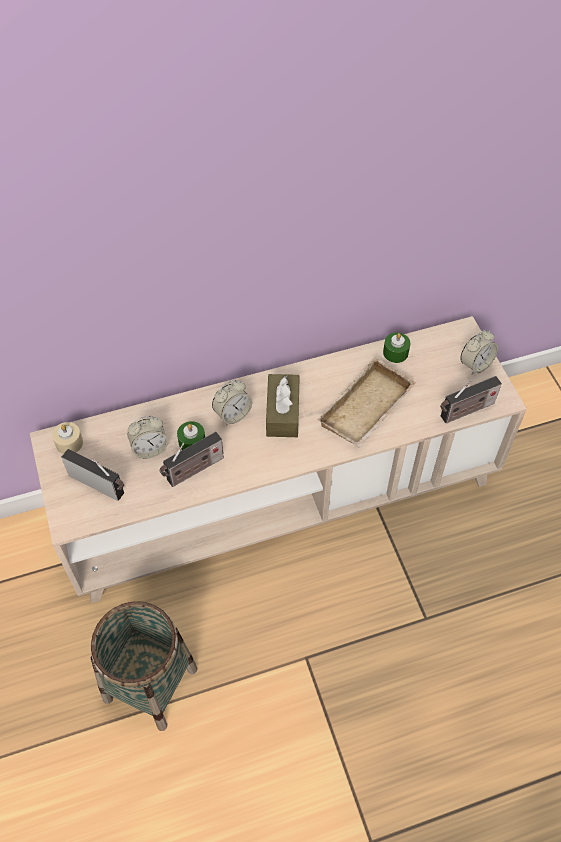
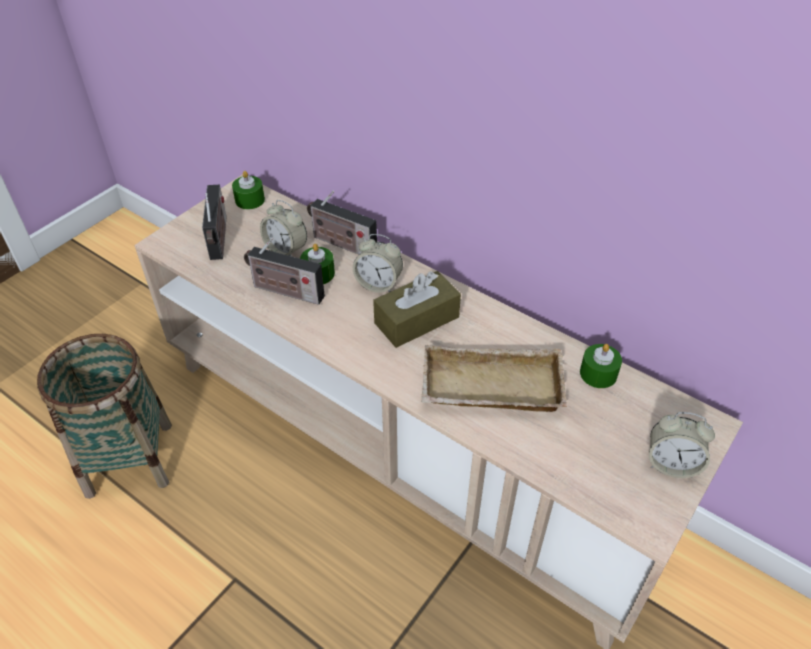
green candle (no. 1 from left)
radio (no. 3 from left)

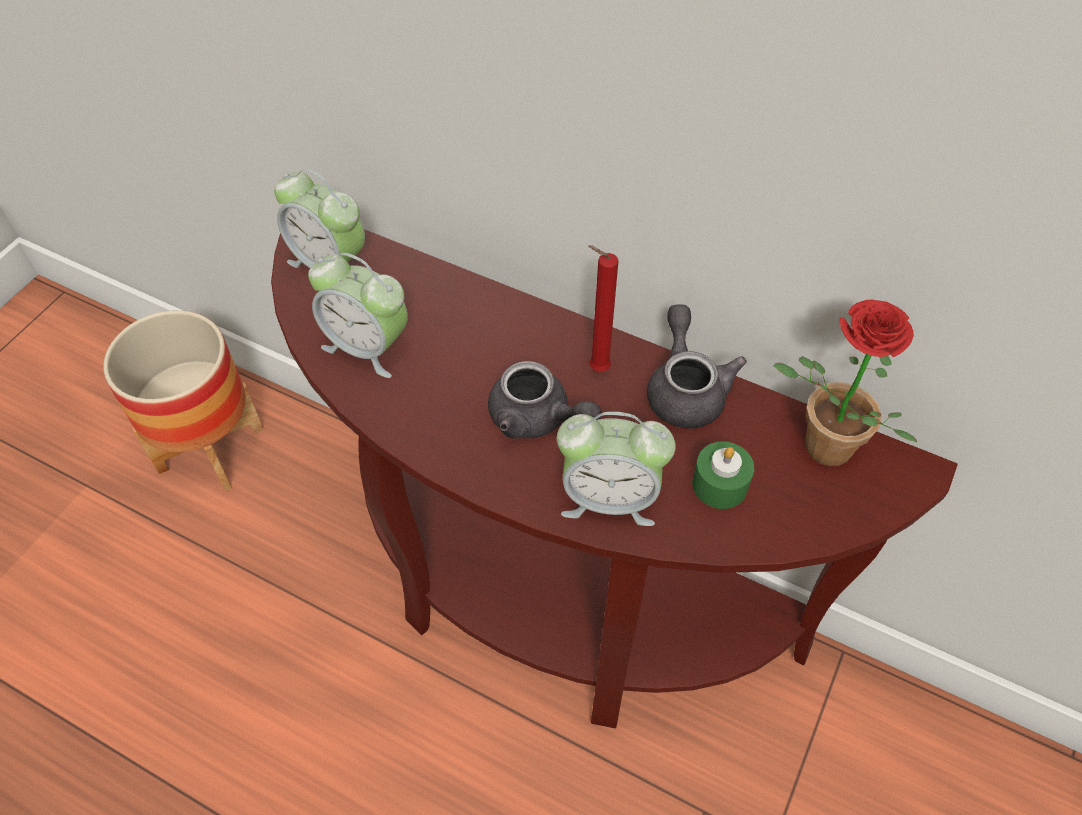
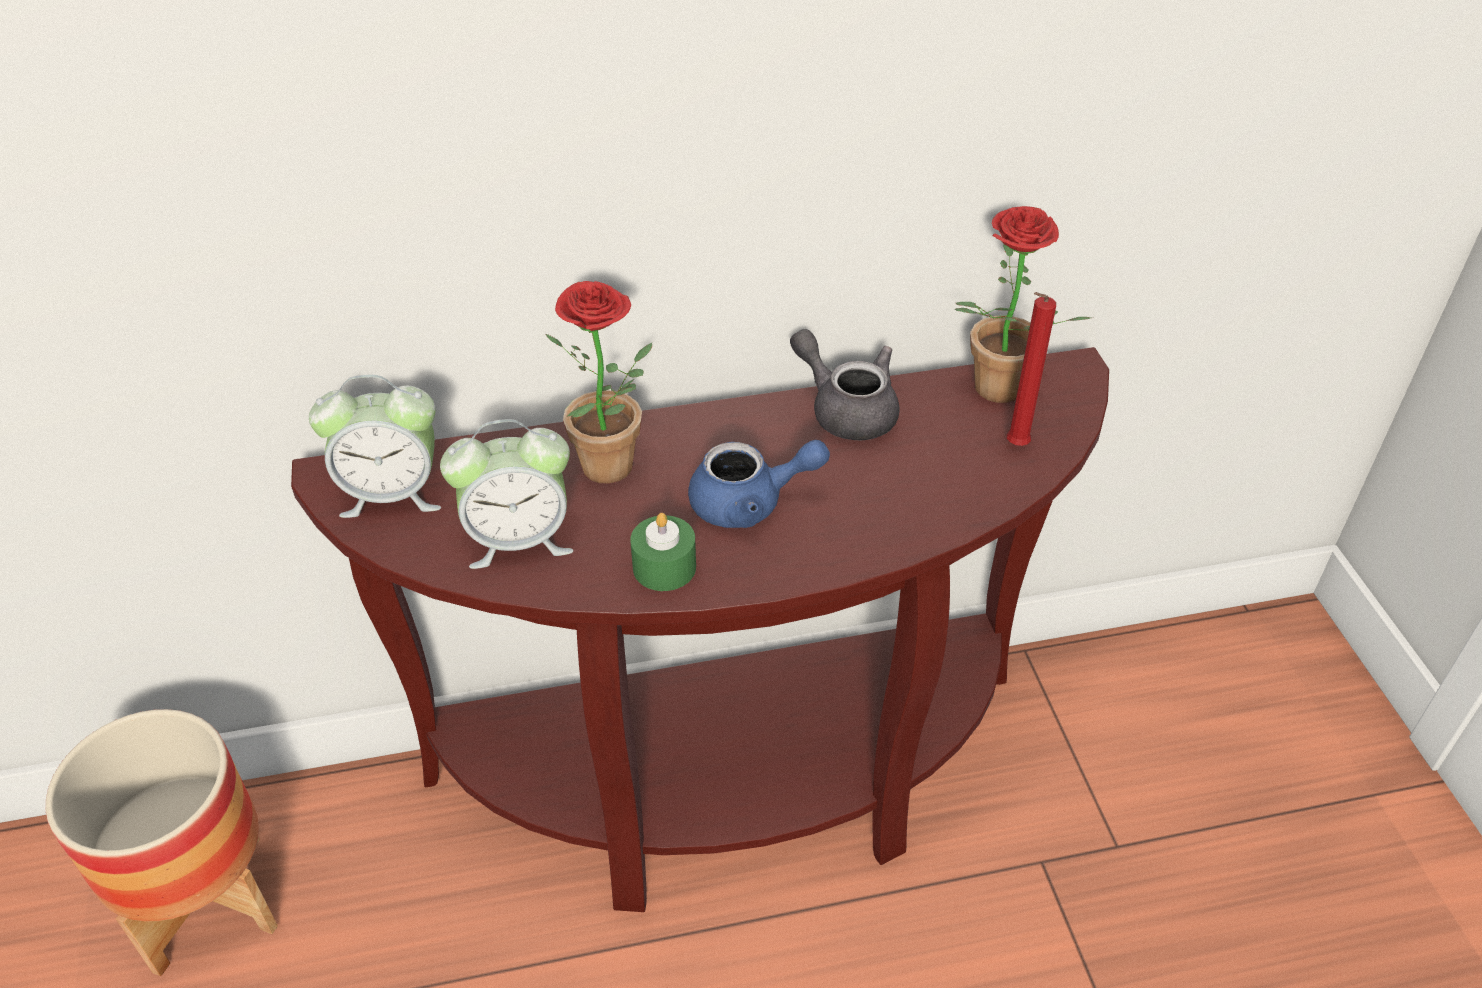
potted plant (no. 1 from left)
green candle
blue teapot
red candle
alarm clock (no. 3 from left in the first image)

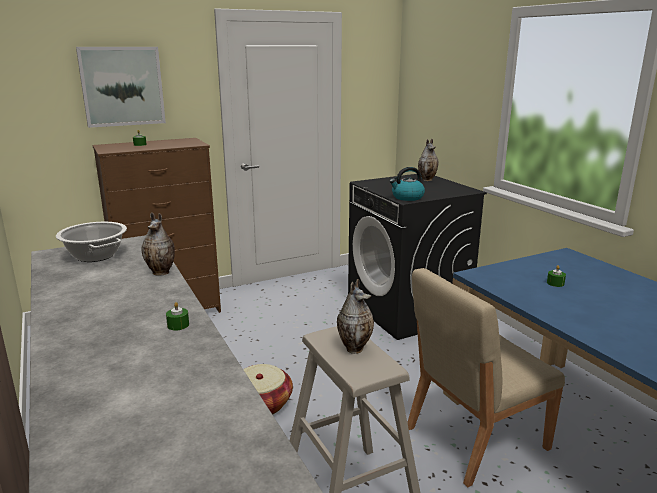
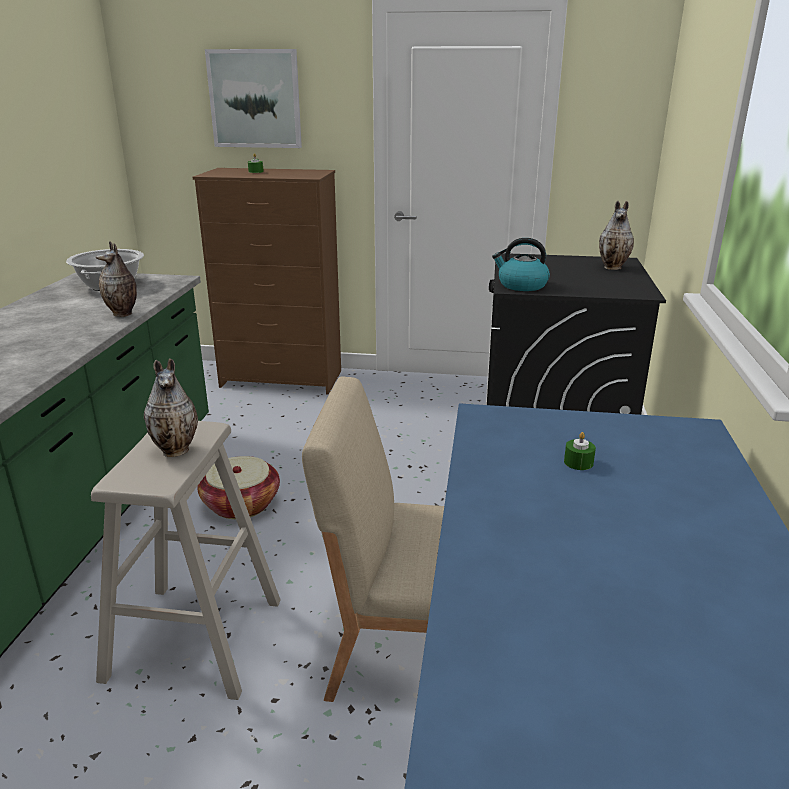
green candle (no. 2 from left in the first image)

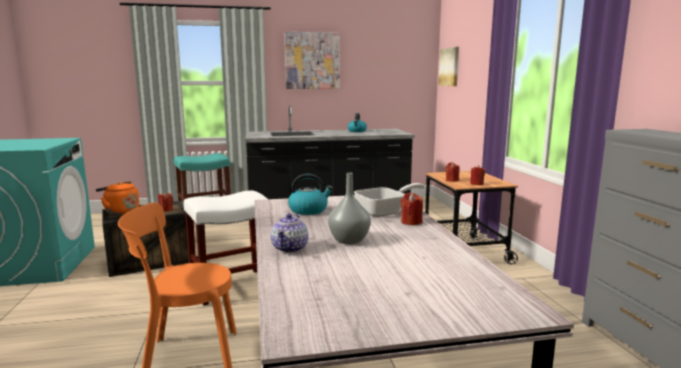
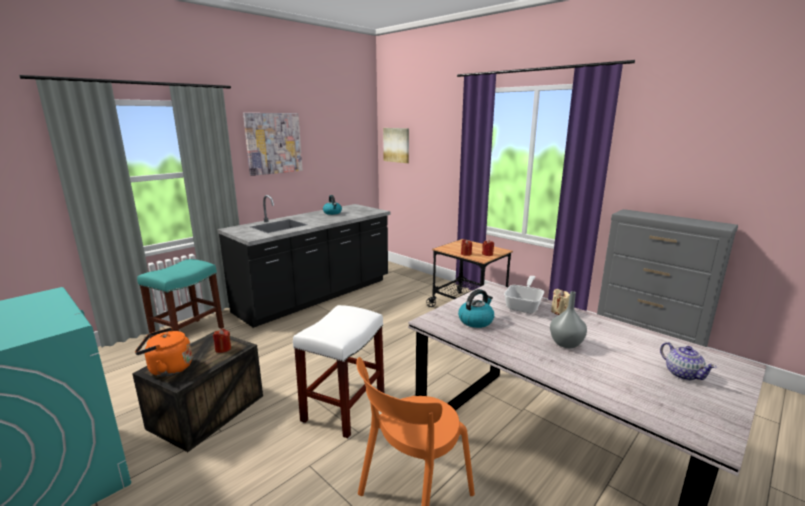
beige candle
teapot

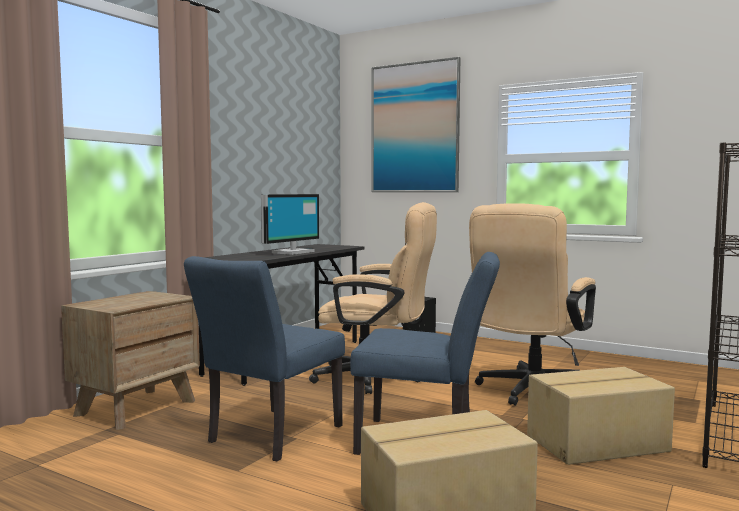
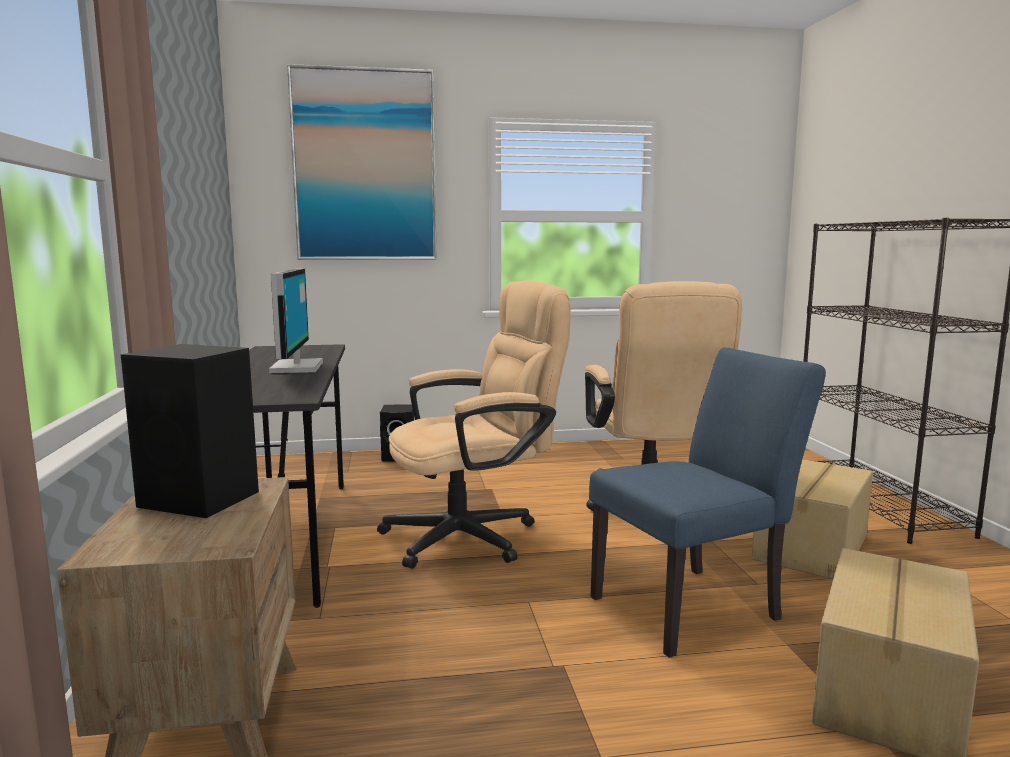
black speaker (no. 1 from left)
blue chair (no. 1 from left in the first image)

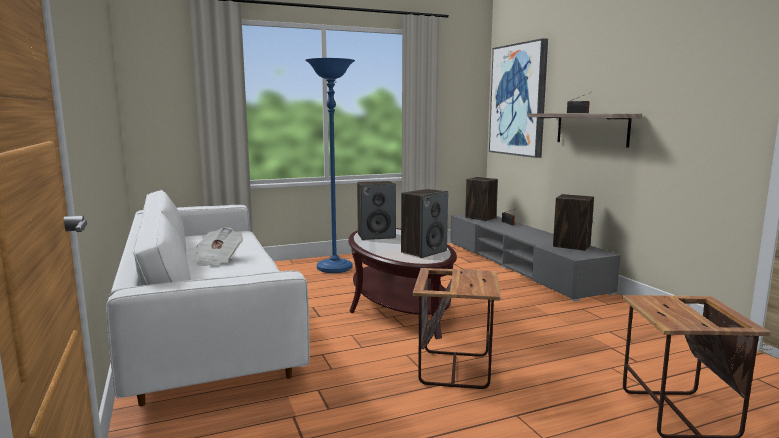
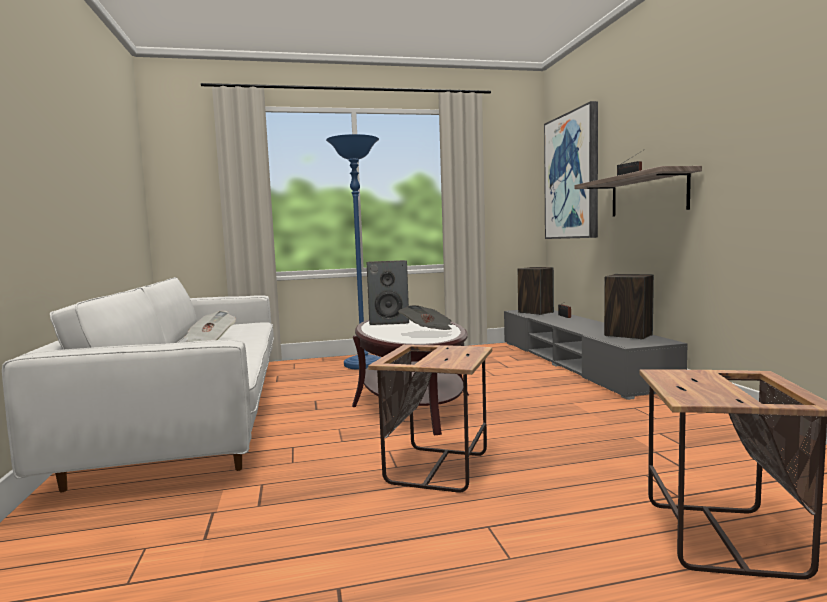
newspaper (no. 2 from left)

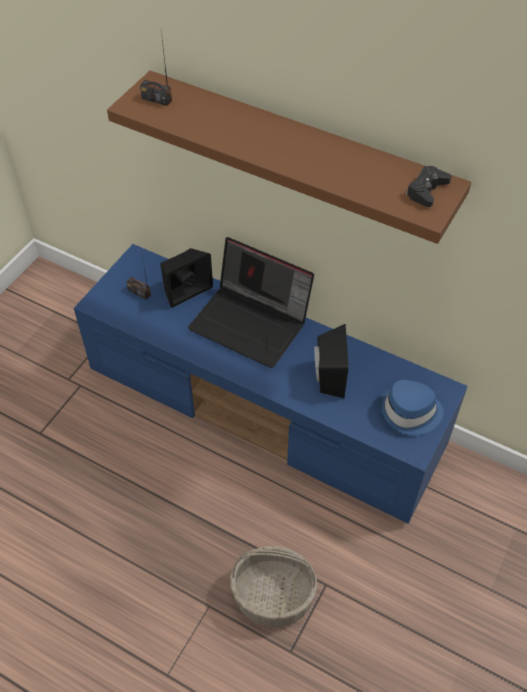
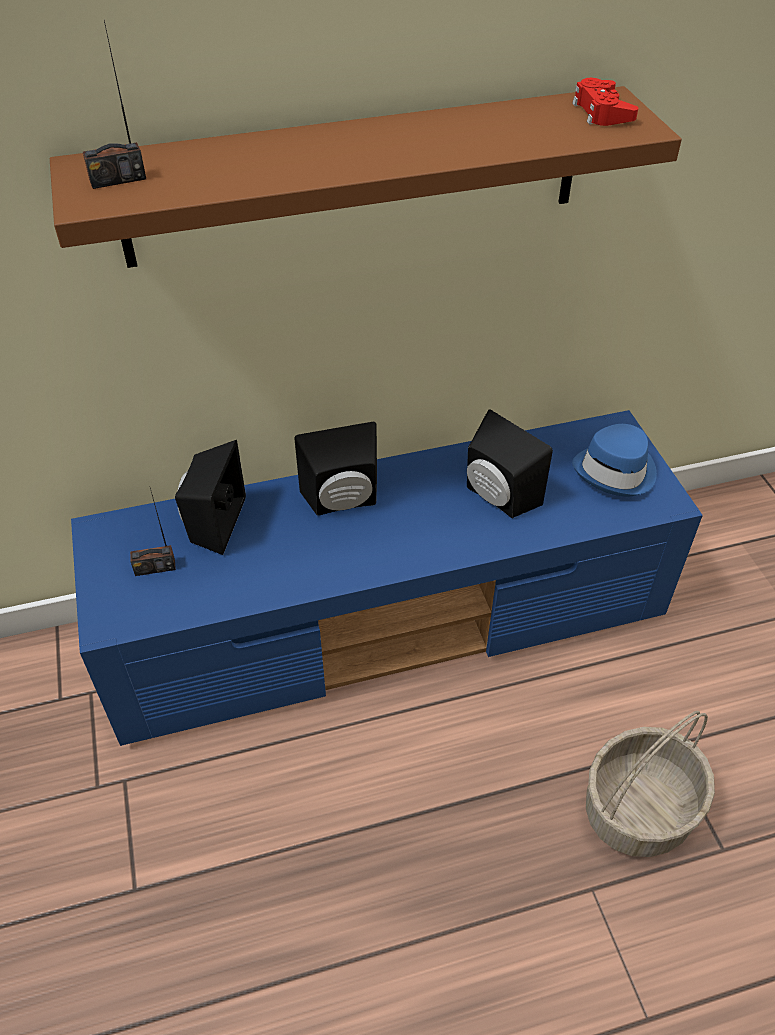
black speaker (no. 2 from left)
red game controller

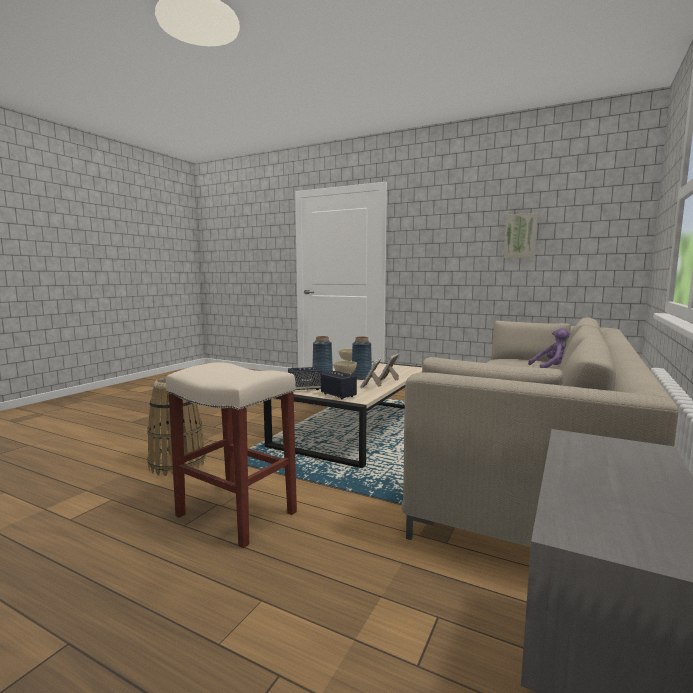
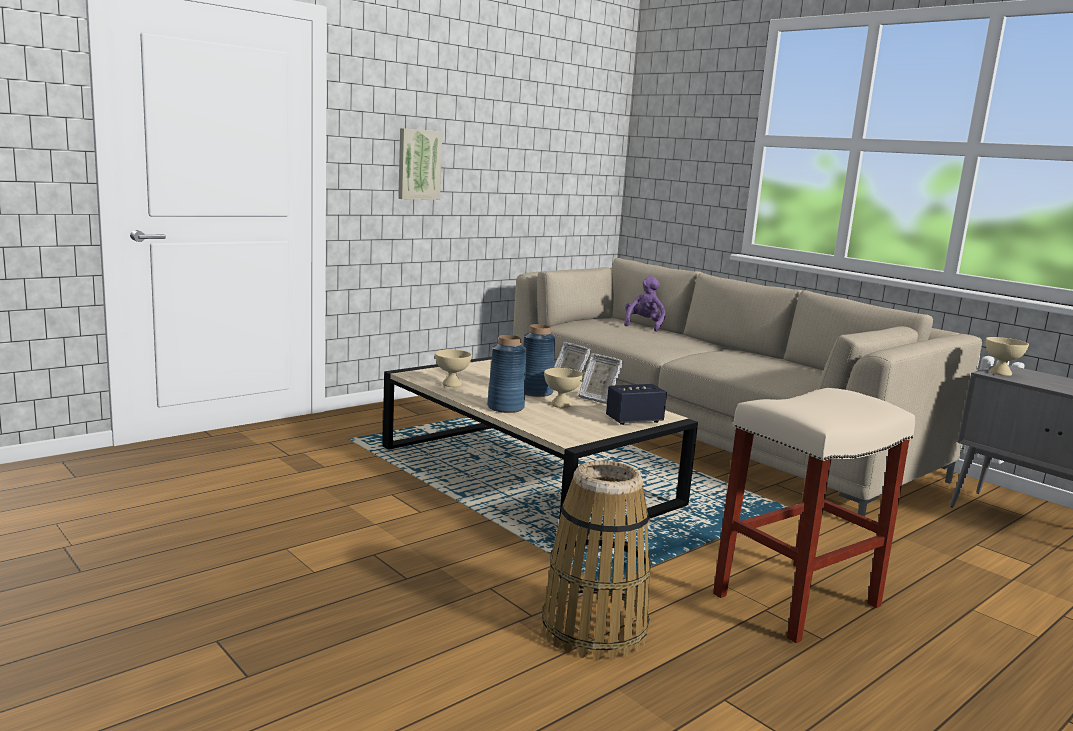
picture
beige bowl (no. 3 from left)
speaker (no. 1 from left in the first image)

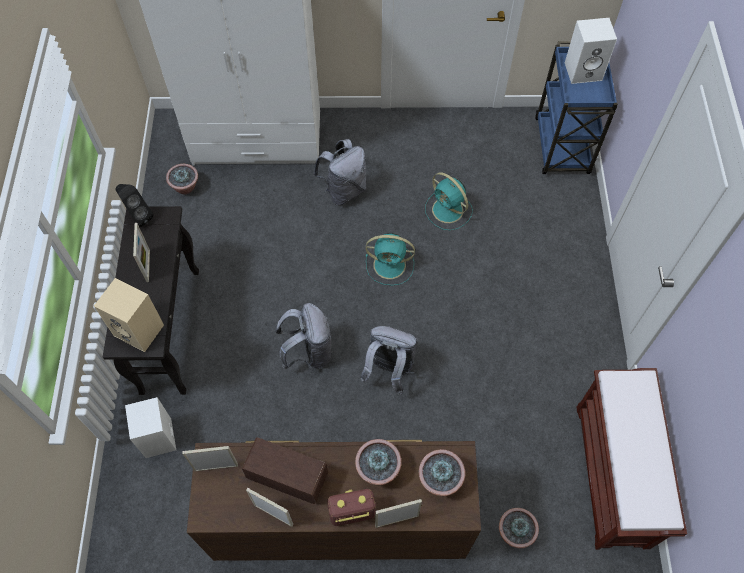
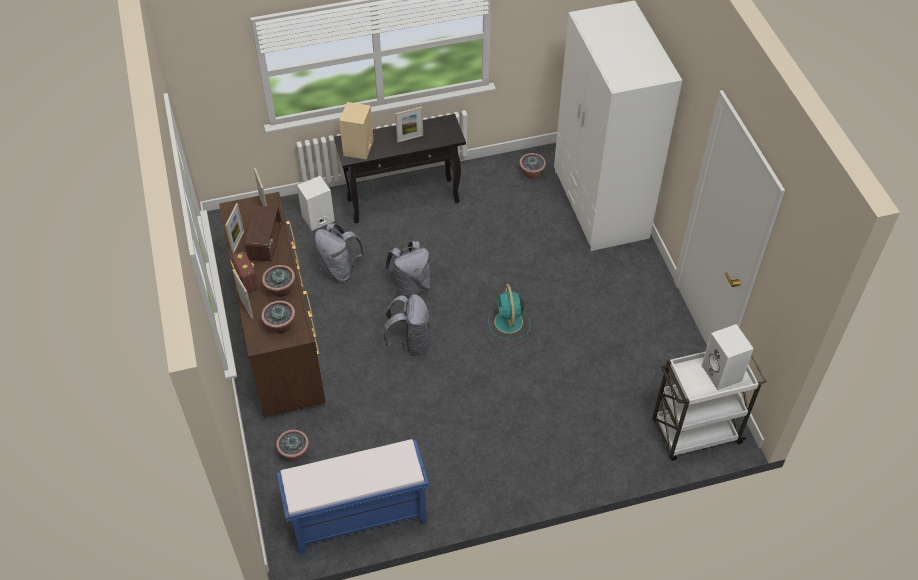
blue bench
grey backpack (no. 1 from left)
white cart
black speaker
turquoise fan (no. 2 from left in the first image)

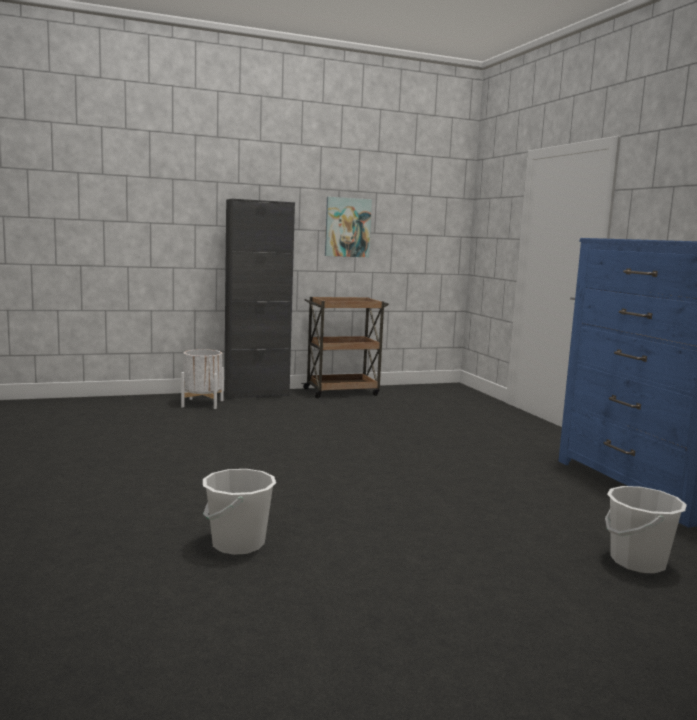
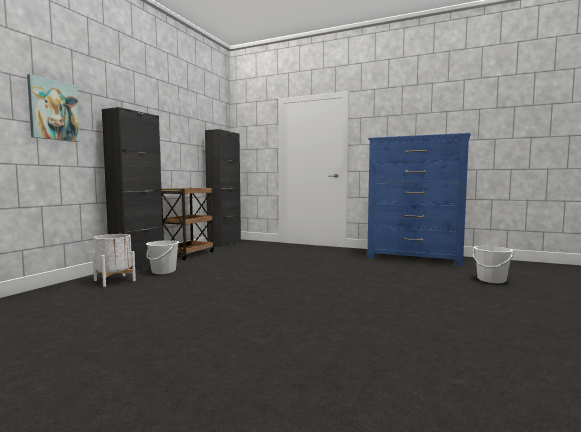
picture
white bucket (no. 1 from left)
black cabinet (no. 2 from left)

